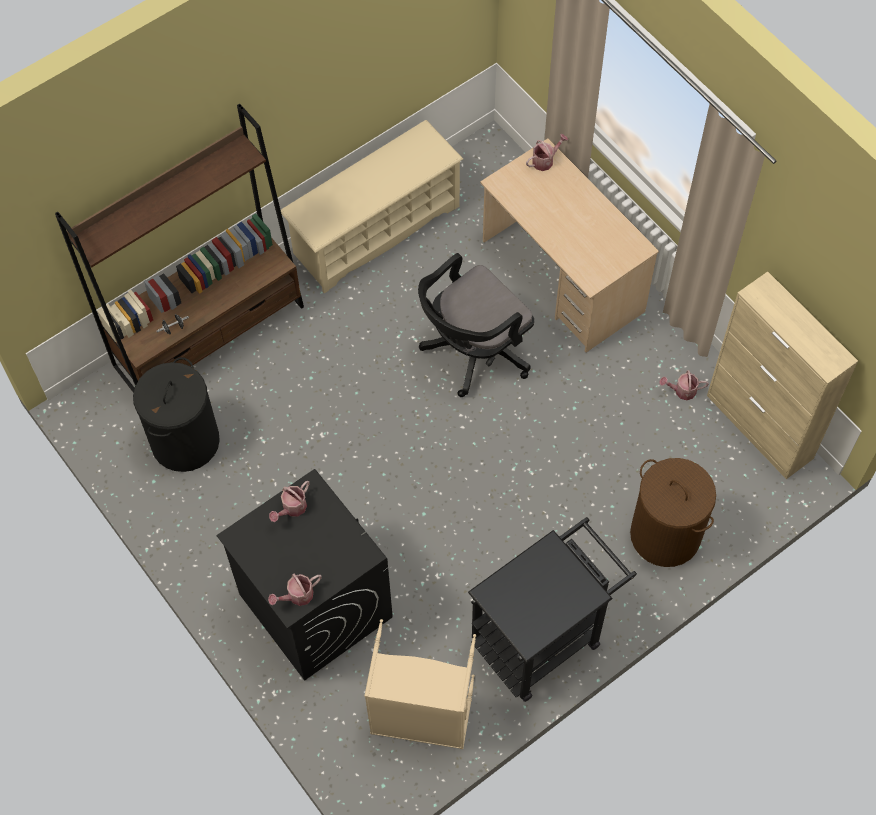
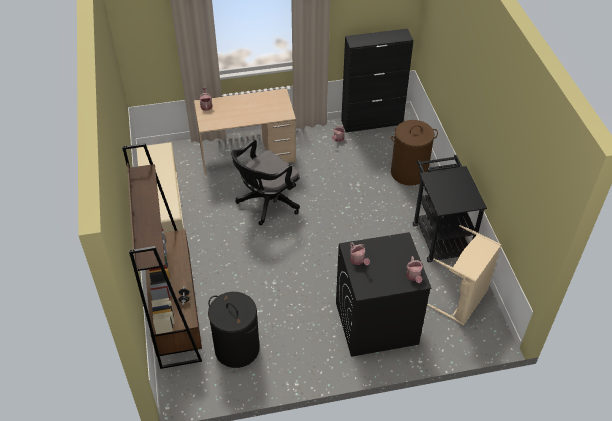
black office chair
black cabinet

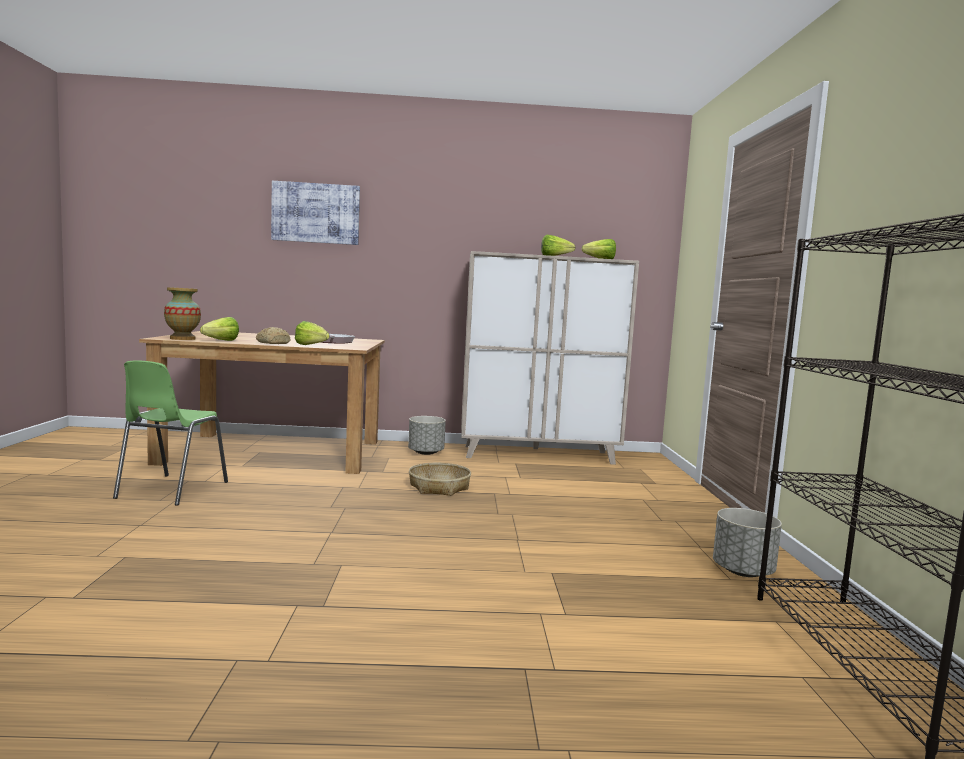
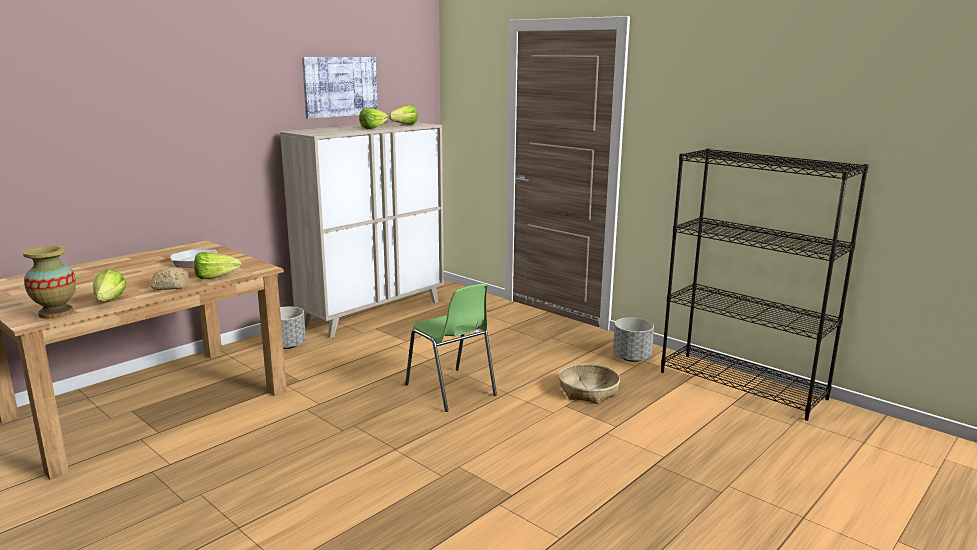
picture
green chair
basket

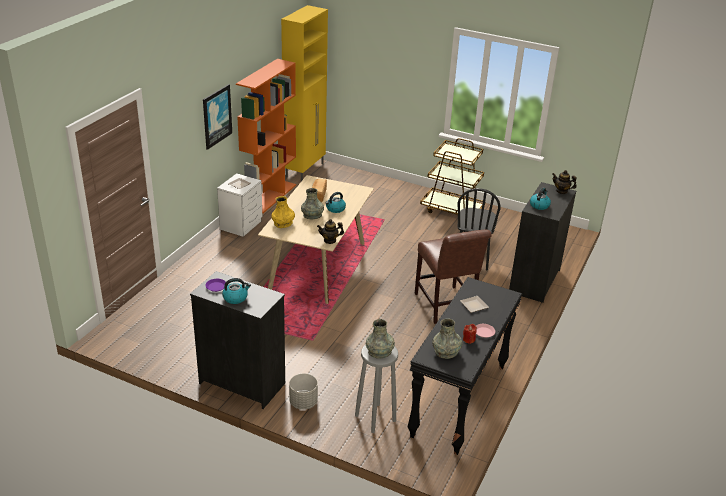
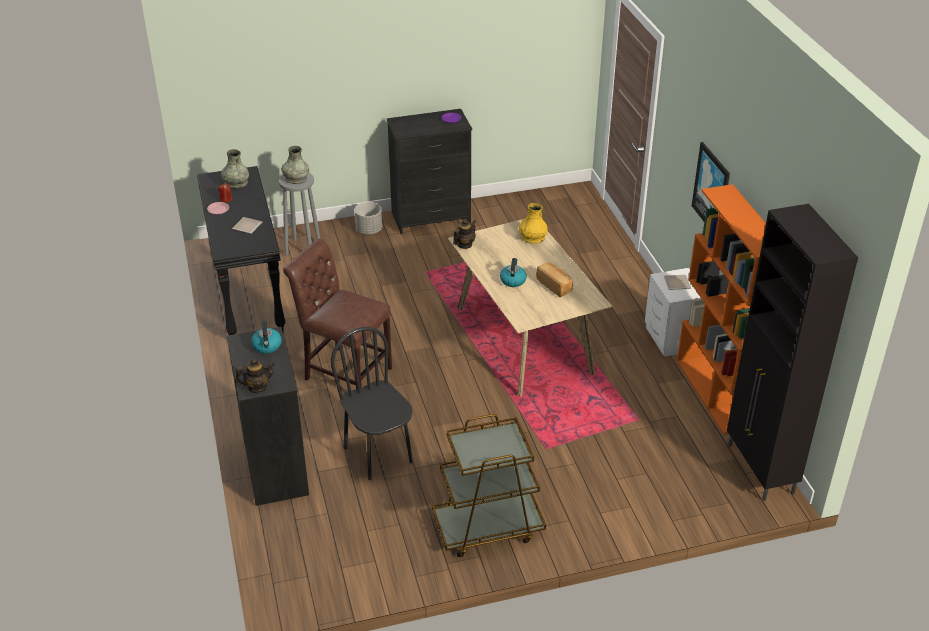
black cabinet
kettle (no. 1 from left in the first image)
grey vase (no. 1 from left in the first image)

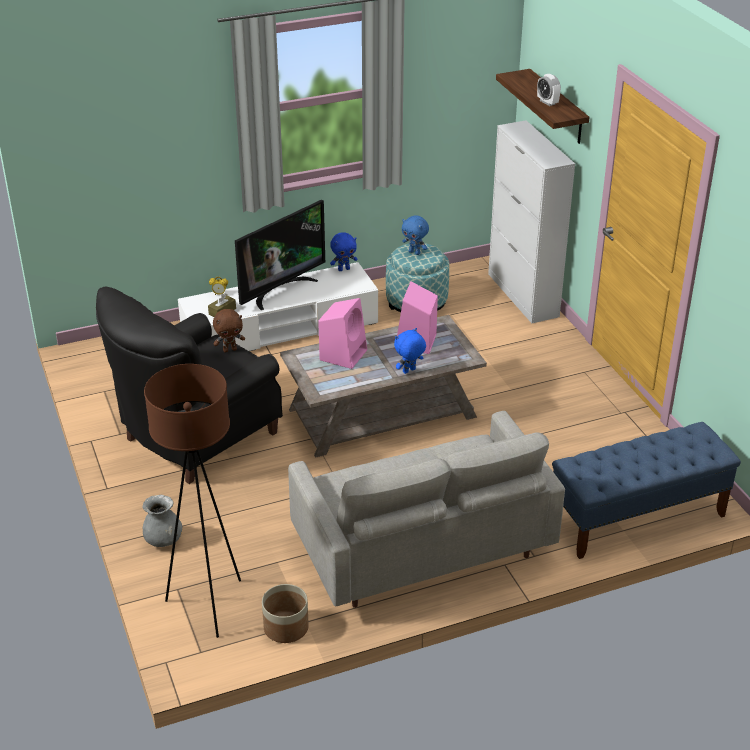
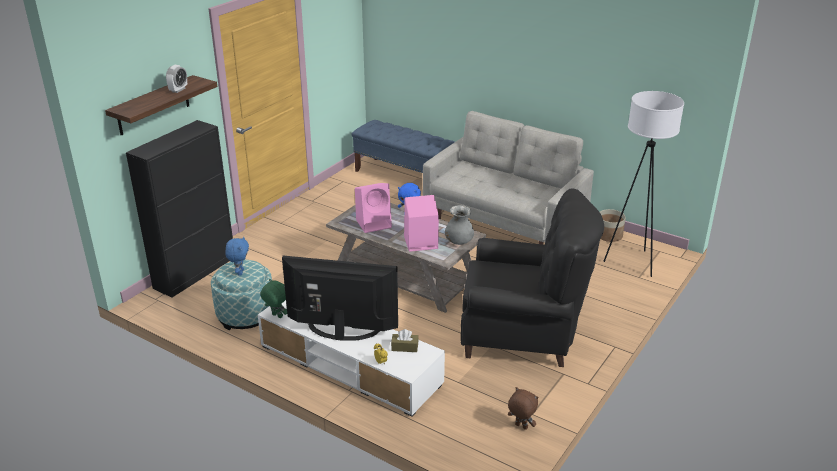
black cabinet
green plush toy
grey vase
brown plush toy
white floor lamp

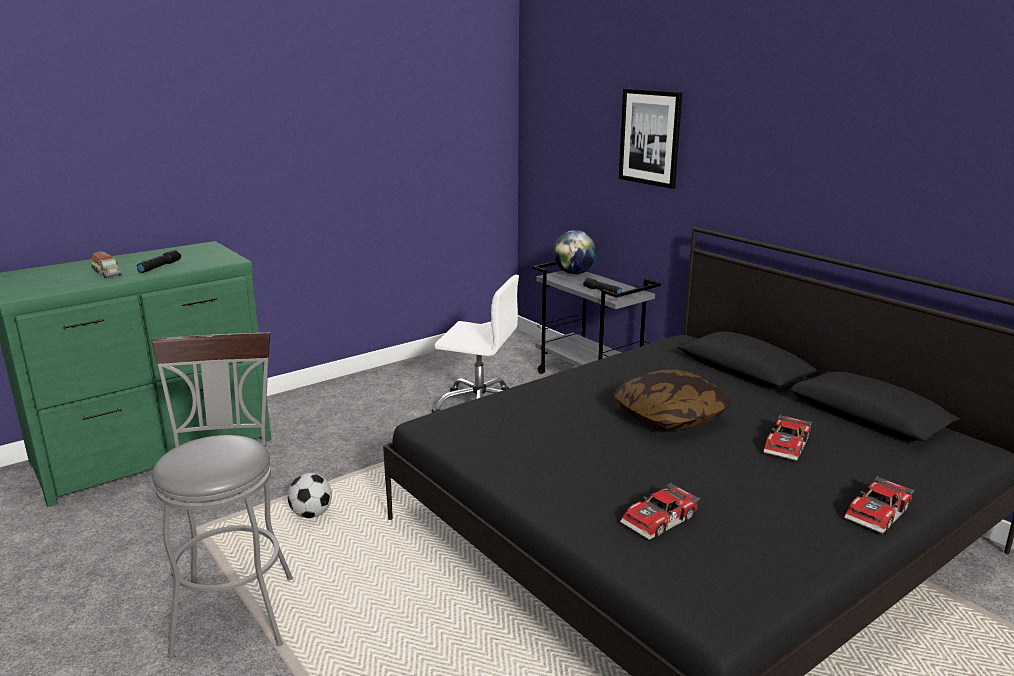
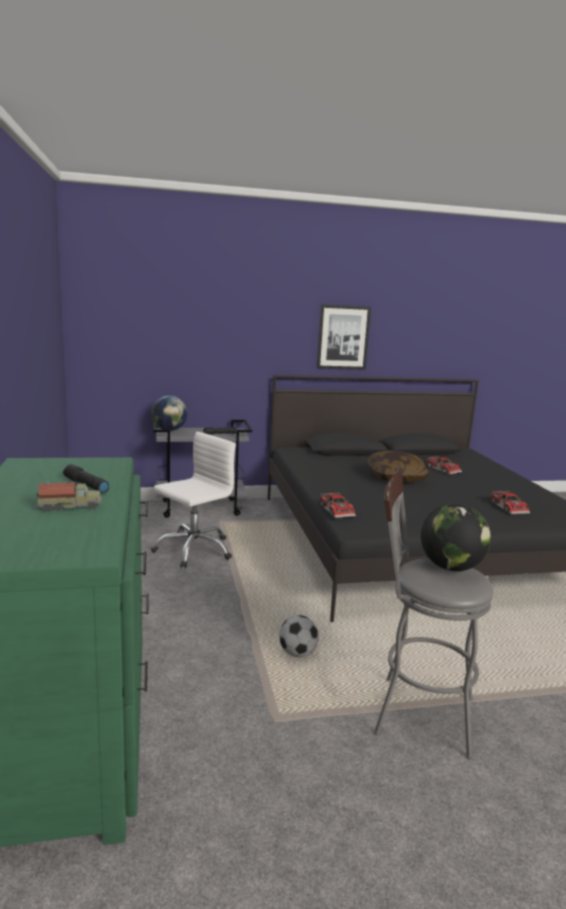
picture
toy car (no. 1 from left)
globe (no. 2 from left)

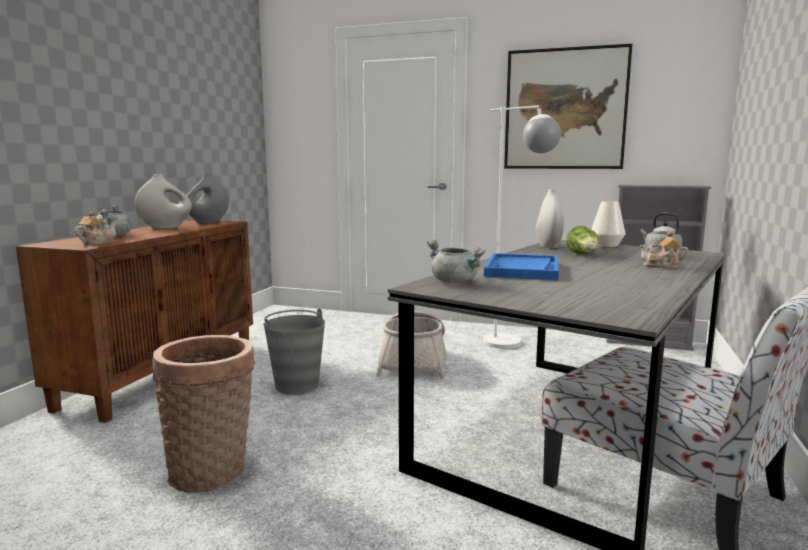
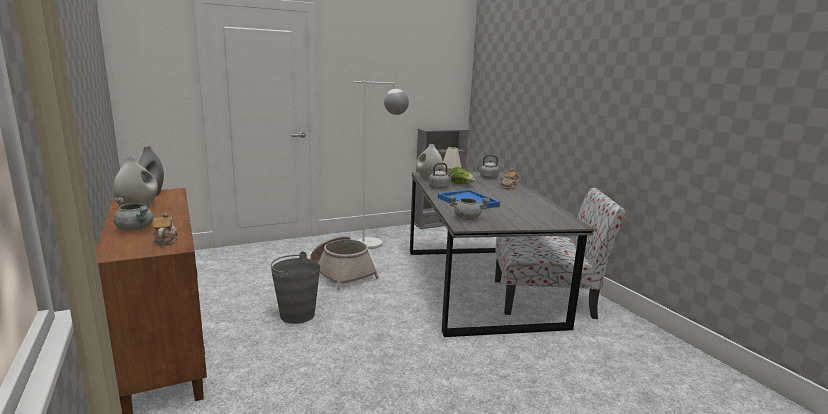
grey kettle (no. 1 from left)
basket (no. 1 from left in the first image)
picture

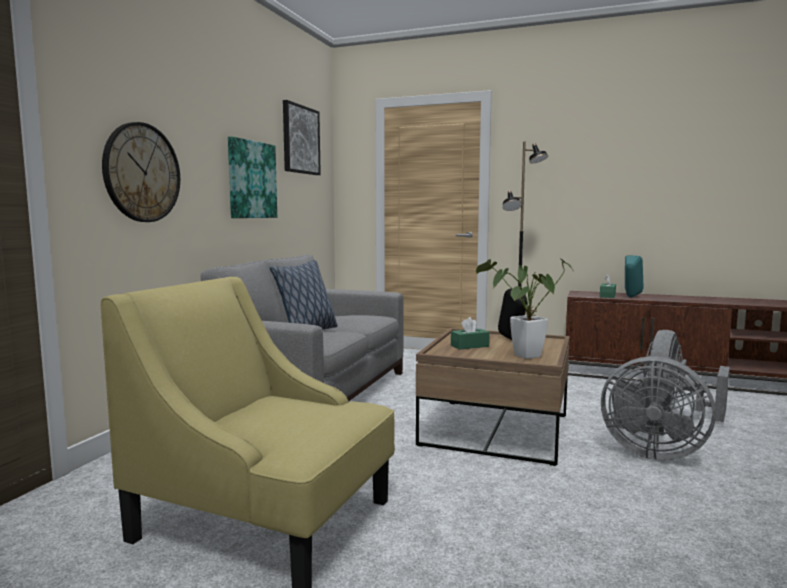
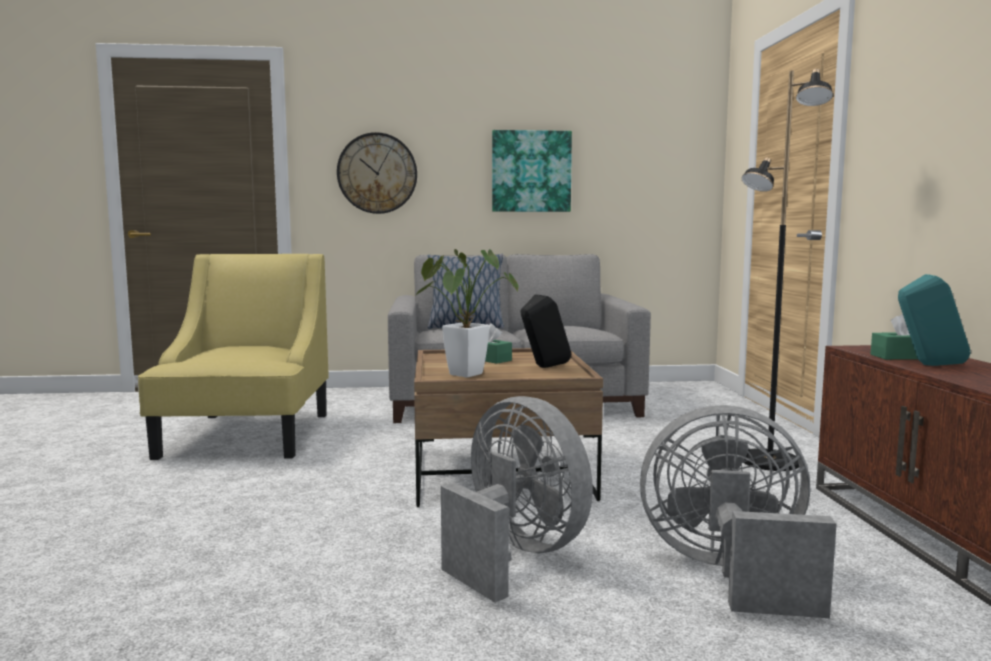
grey fan (no. 1 from left)
picture (no. 2 from left in the first image)

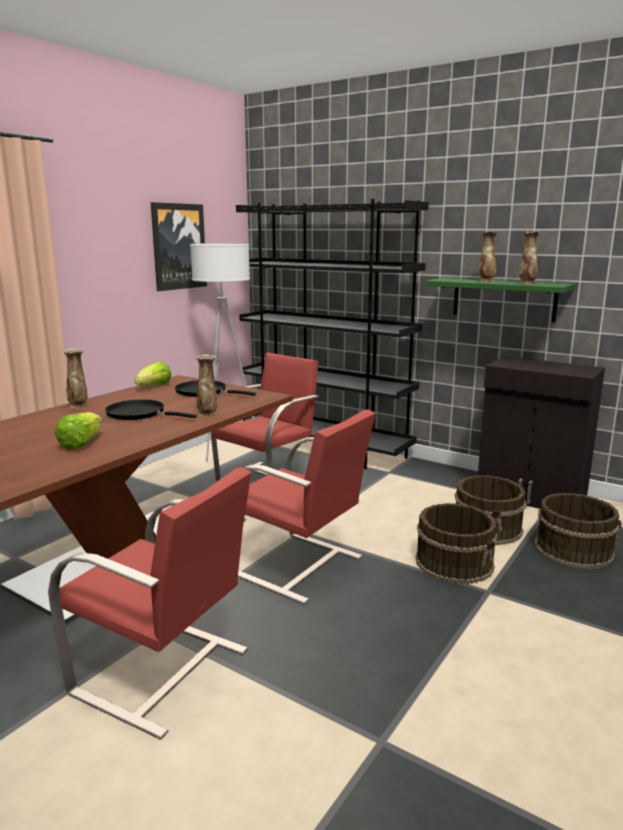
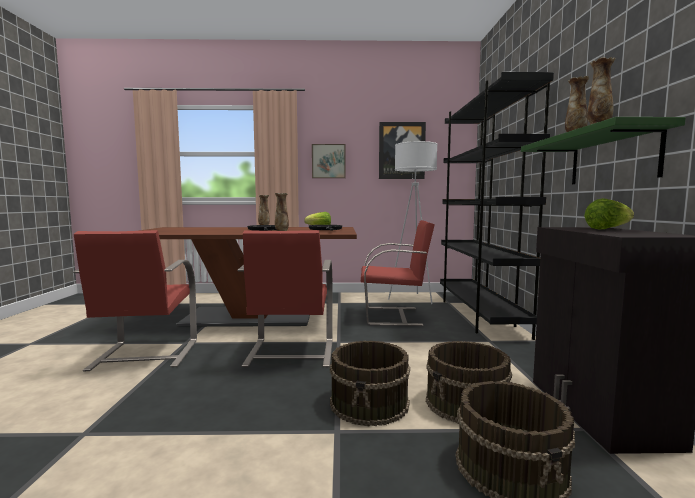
picture (no. 1 from left)
lettuce (no. 2 from left)

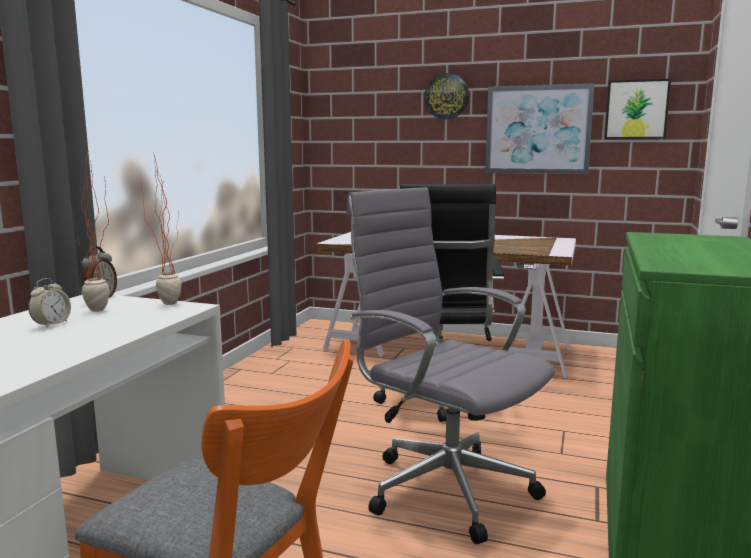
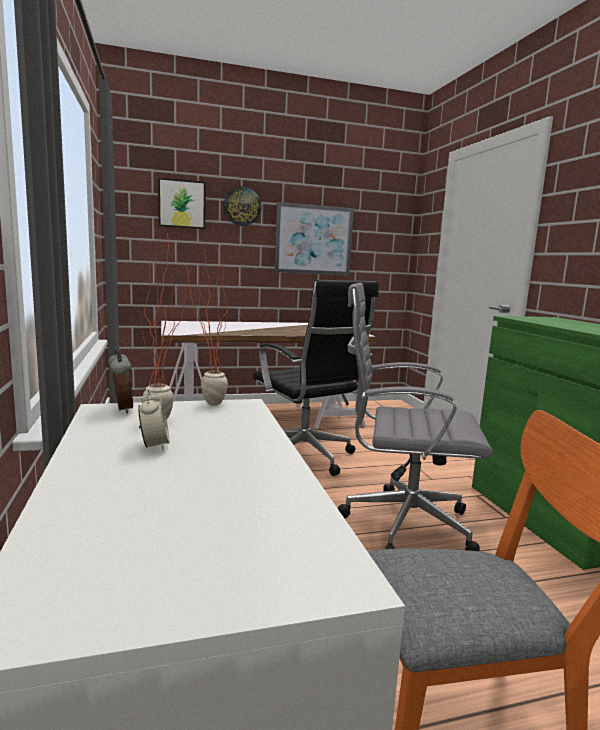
picture (no. 1 from left)

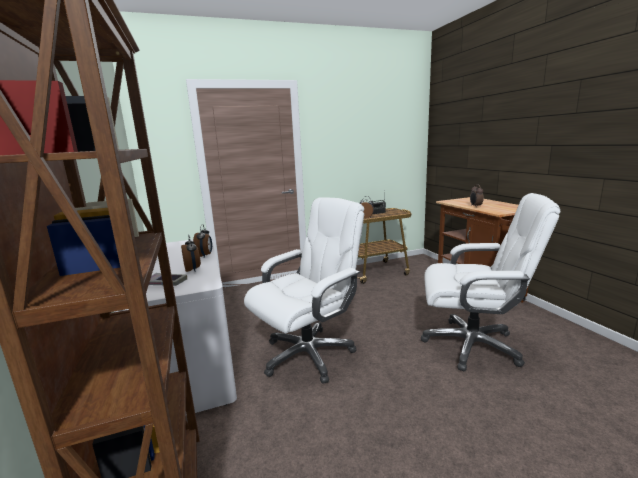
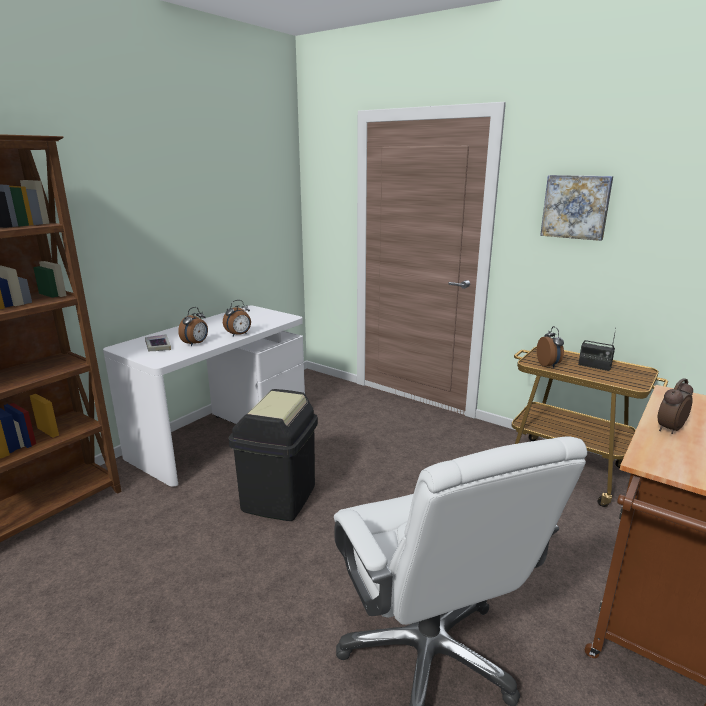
black trash can
picture

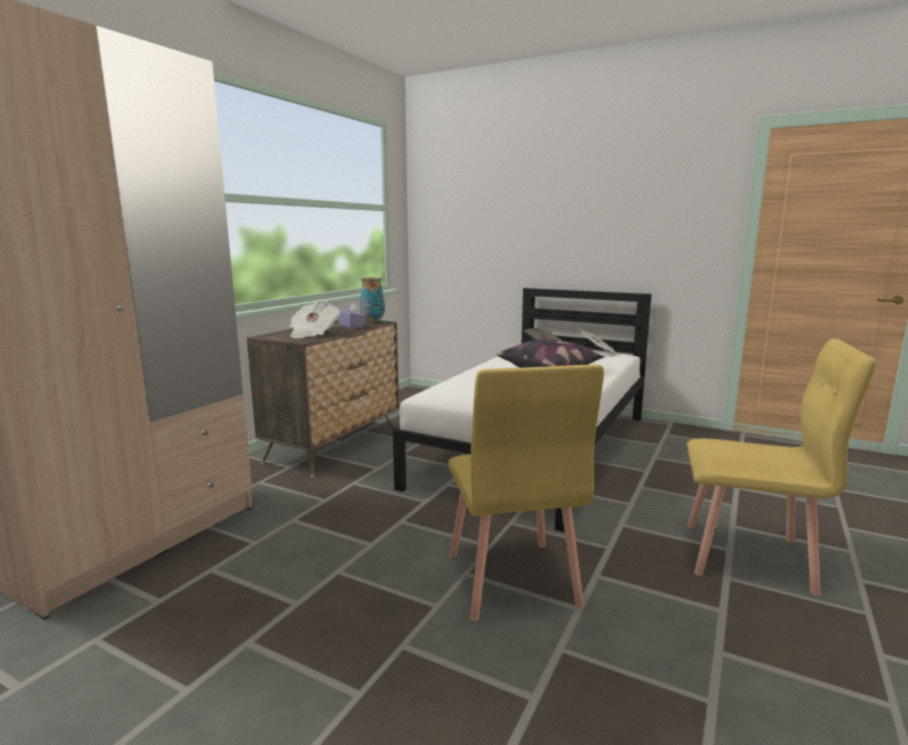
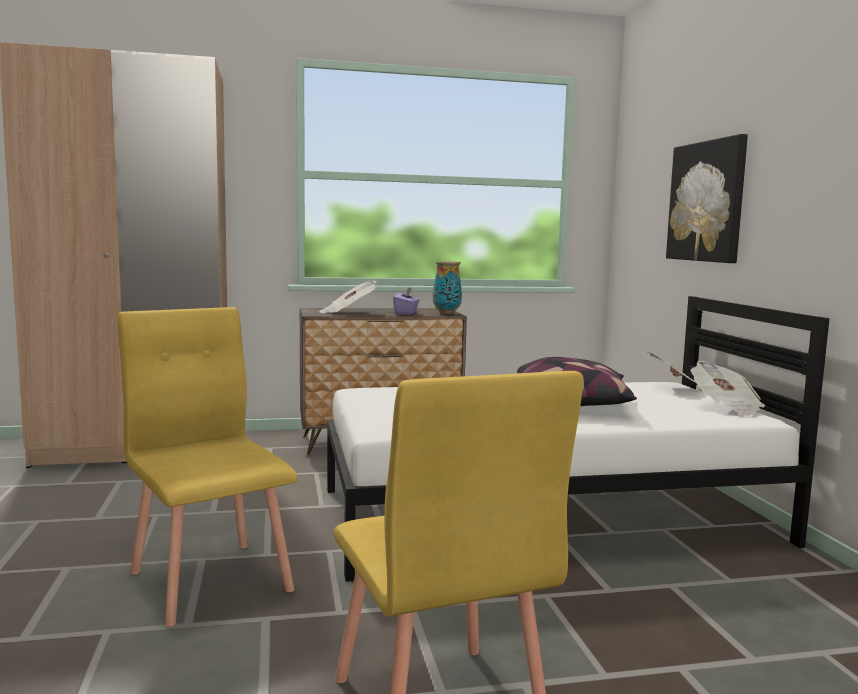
yellow chair (no. 1 from left)
picture

